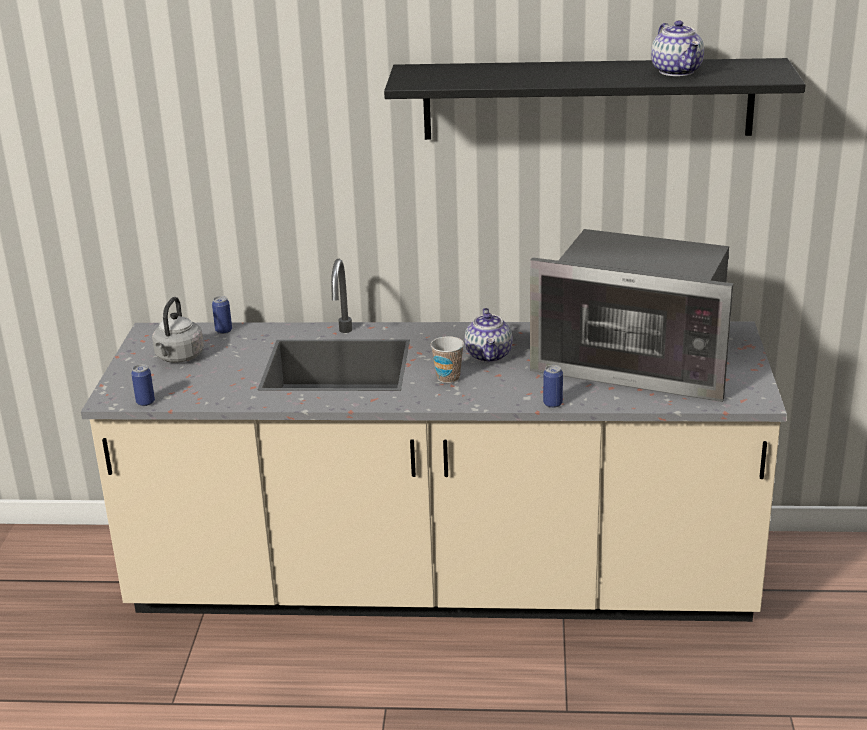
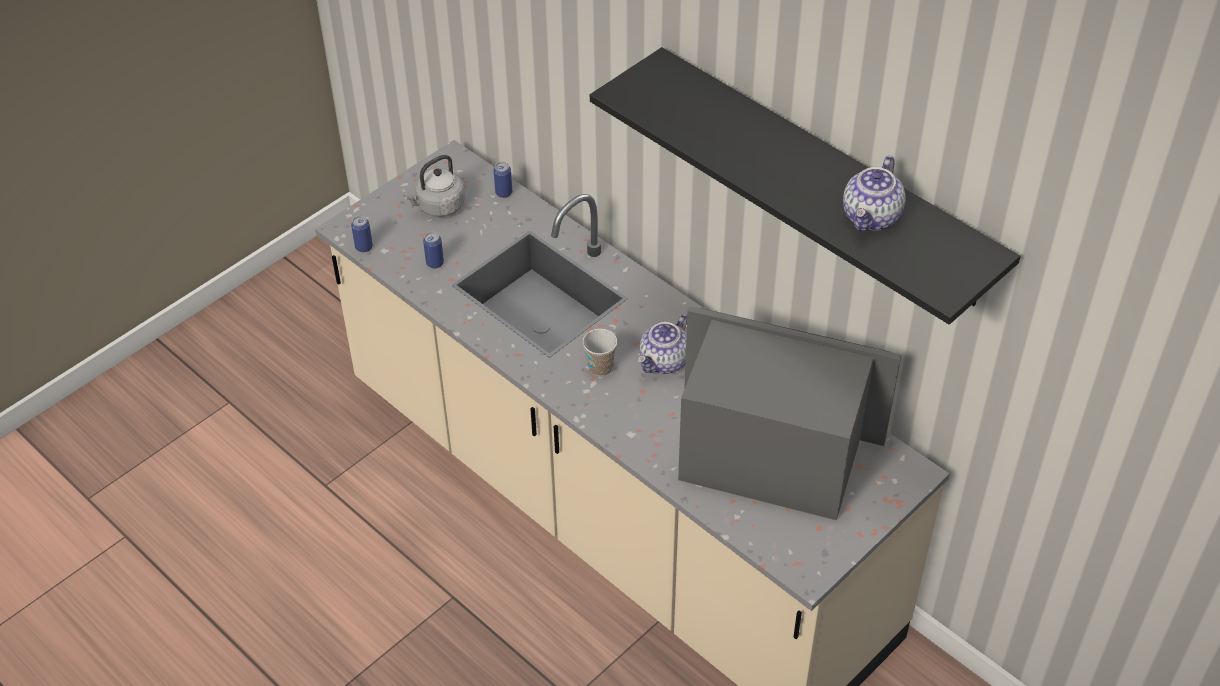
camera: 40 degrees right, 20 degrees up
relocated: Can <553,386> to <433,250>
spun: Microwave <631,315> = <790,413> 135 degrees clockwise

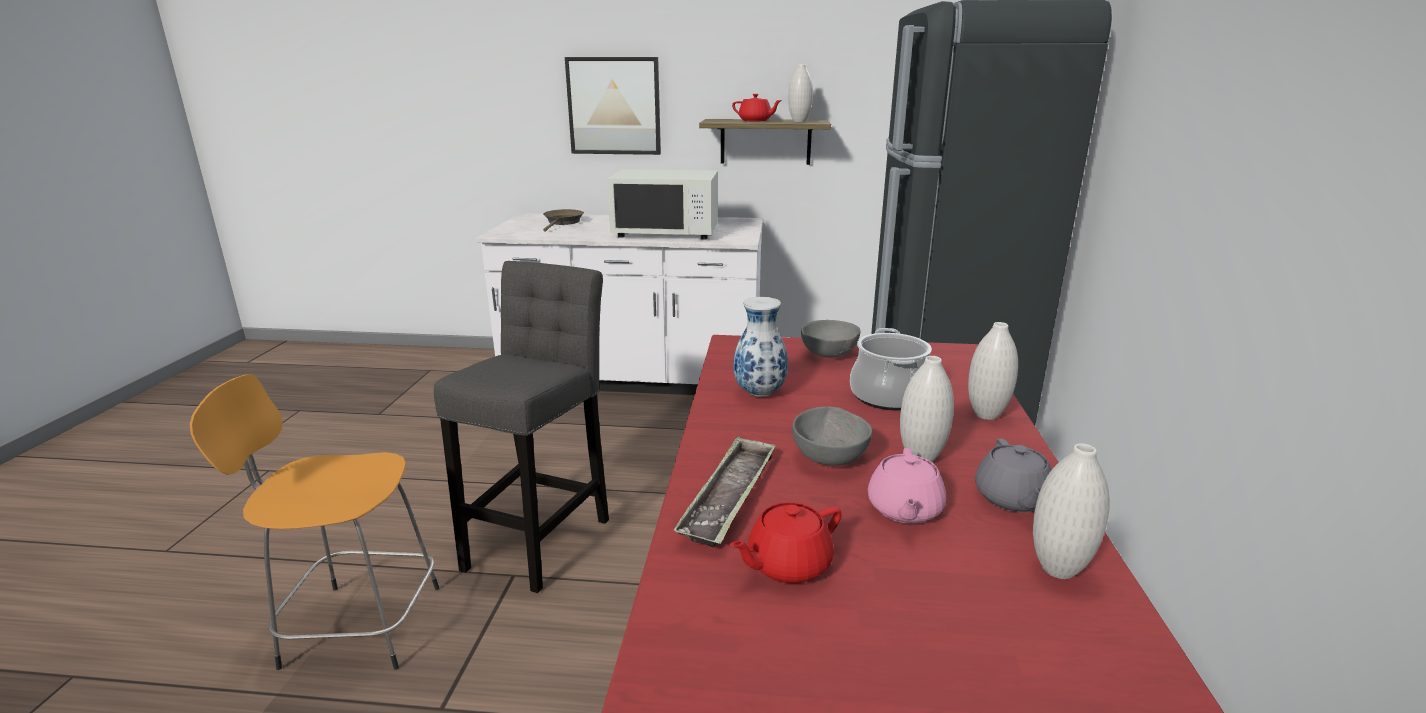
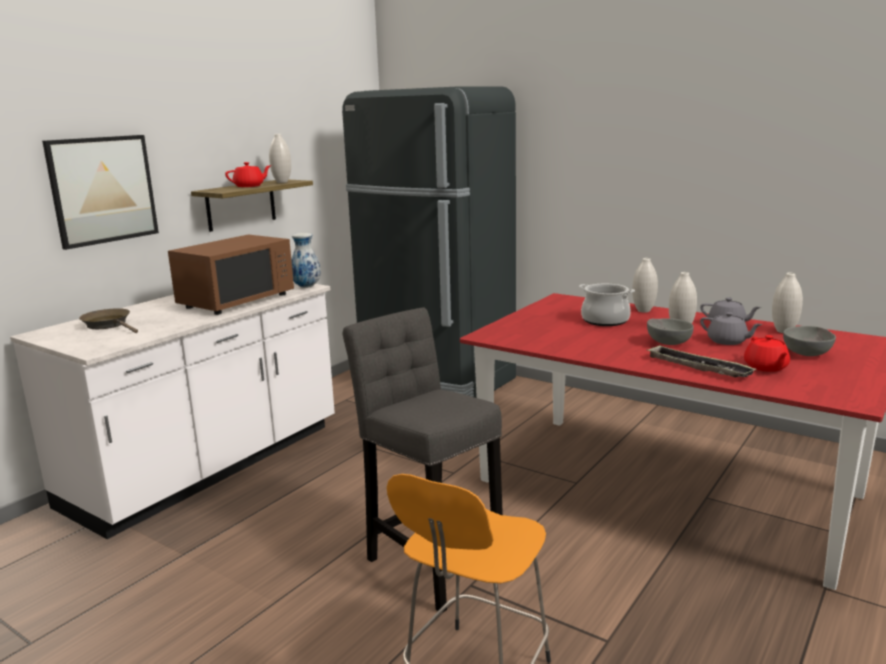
camera: 60 degrees left, 5 degrees down
relocated: Vase <760,347> to <306,260>; GreyBowl <831,338> to <809,341>
colour: WhiteMicrowave <662,204> to BrownMicrowave <231,275>; PinkTeapot <907,486> to GreyTeapot <731,328>

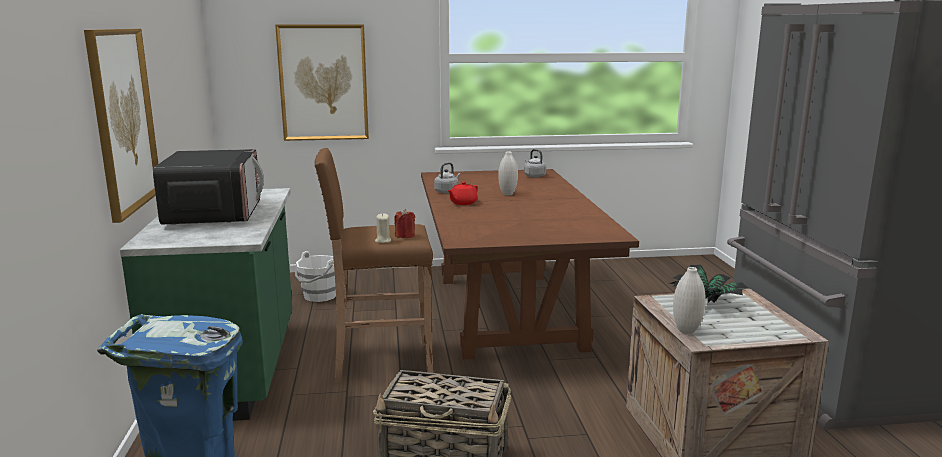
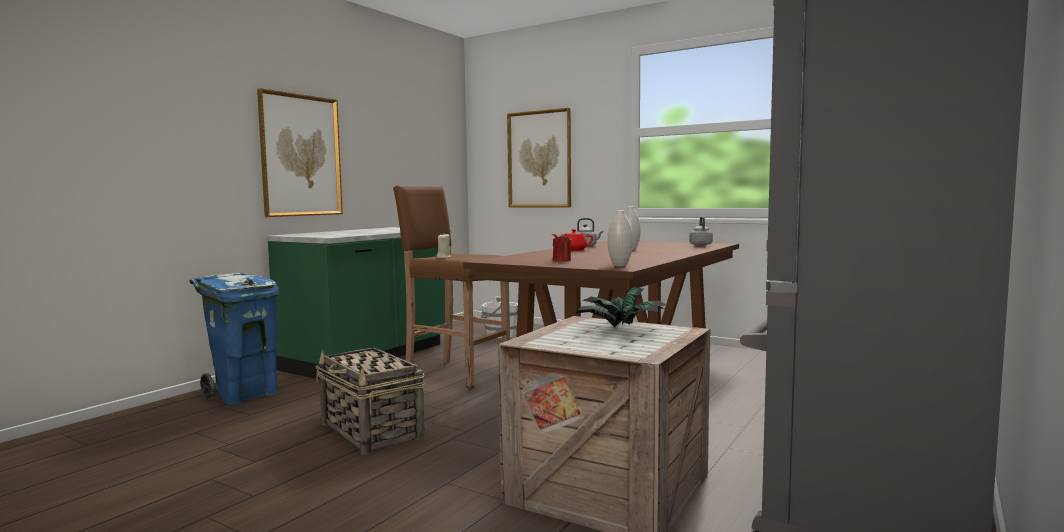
camera: 40 degrees right, 10 degrees down
missing: Microwave <208,187>
relocated: RedCandle <405,224> to <562,247>; WhiteVase <689,300> to <620,238>

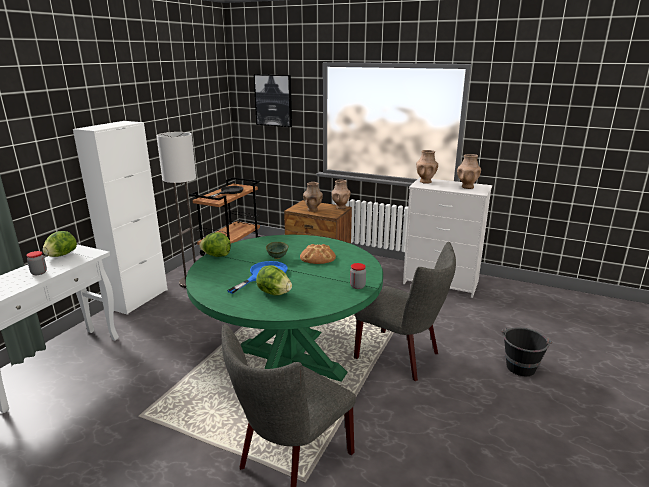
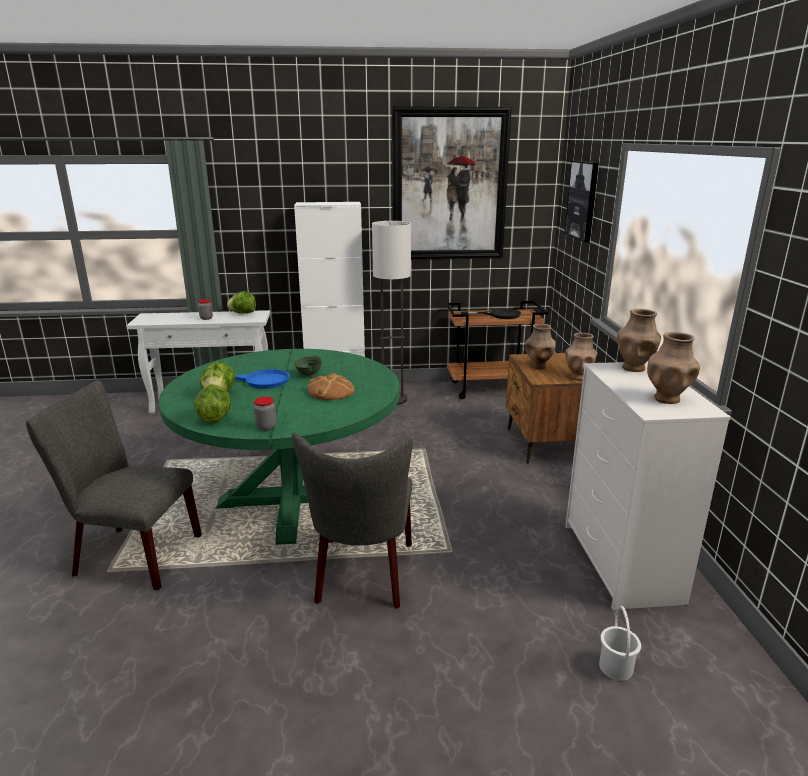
camera: 60 degrees right, 0 degrees up
missing: BlackBucket <526,351>
appeared: Picture <452,183>; WhiteBucket <620,643>
relocated: Lettuce <215,244> to <212,404>

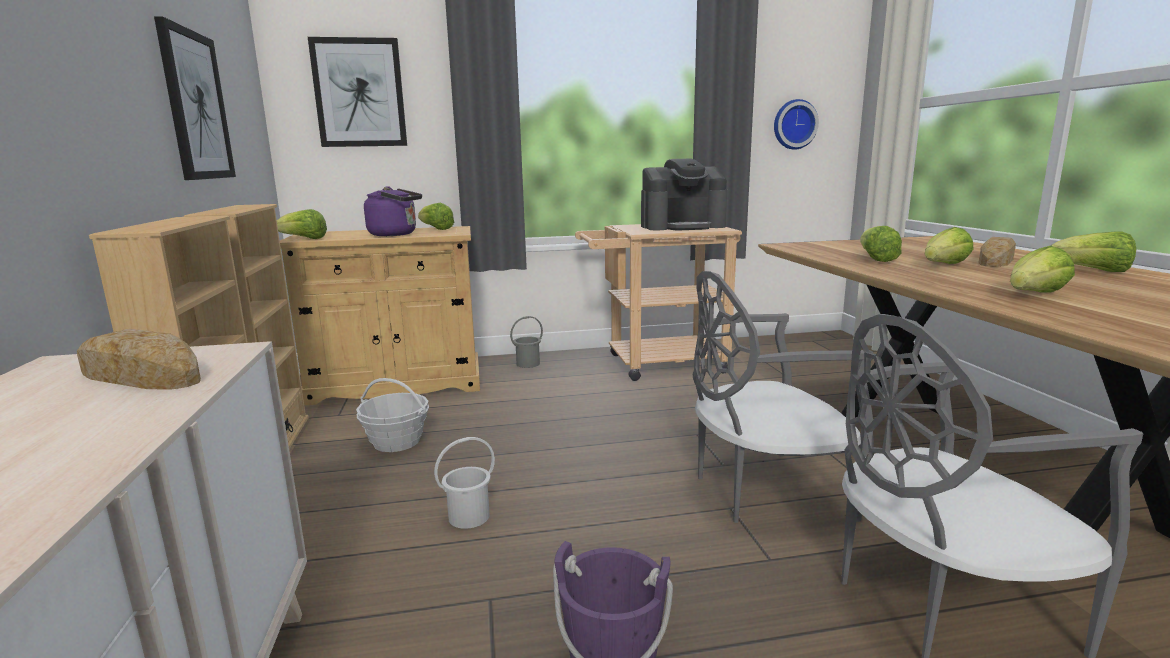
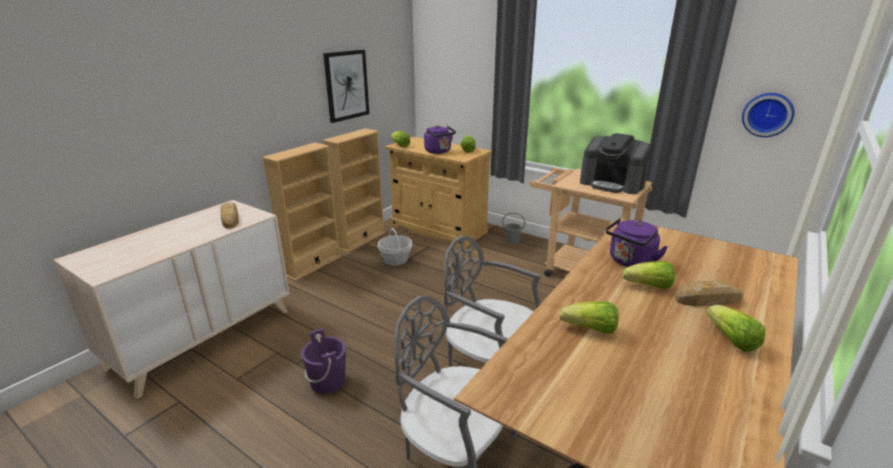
camera: 45 degrees right, 10 degrees up
missing: Picture <357,92>; WhiteBucket <464,483>
exchanged: Lettuce <881,244> to PurpleKettle <637,242>

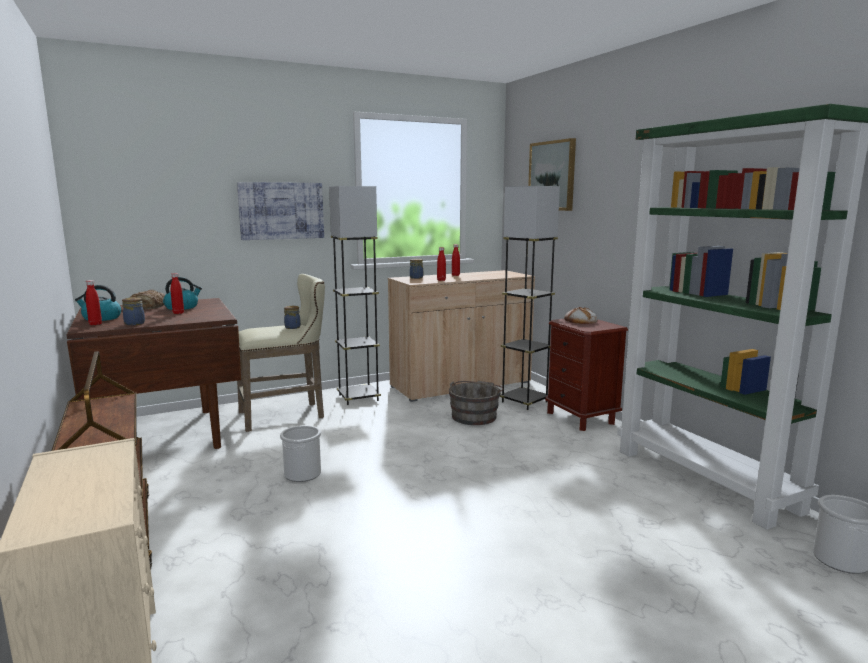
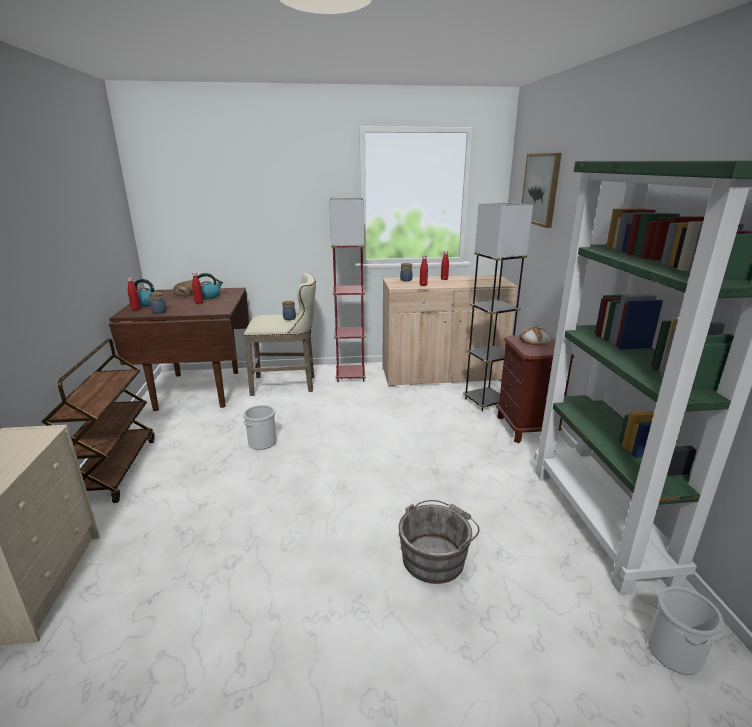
camera: 20 degrees right, 10 degrees up
missing: Picture <280,211>
relocated: GreyBucket <476,403> to <438,542>
colour: GreyFloorLamp <355,295> to RedFloorLamp <347,290>

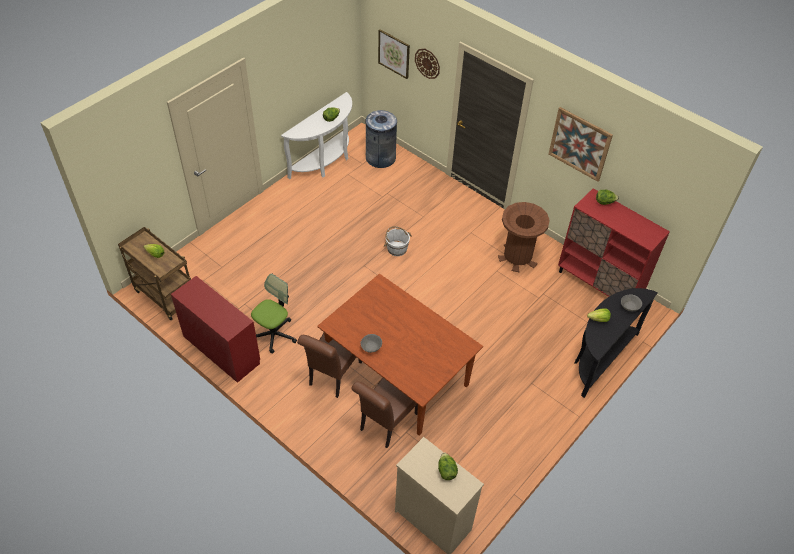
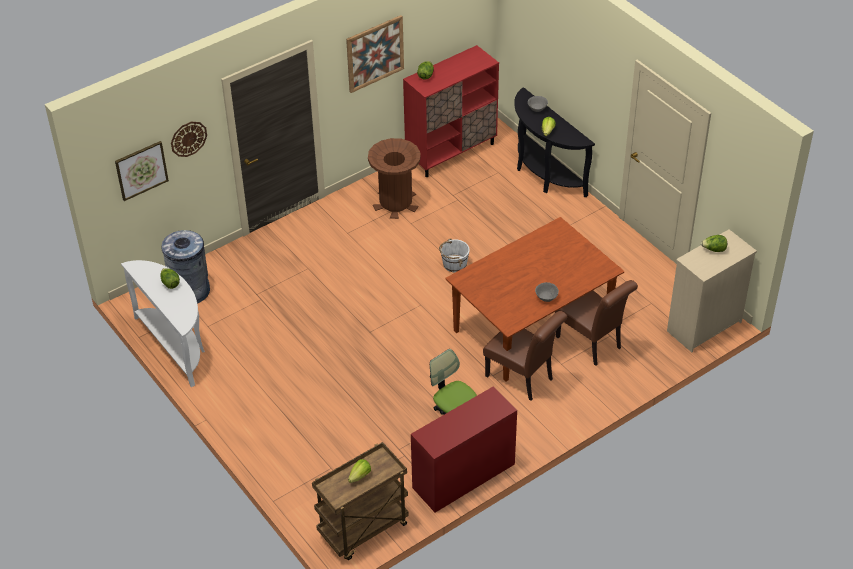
camera: 75 degrees left, 5 degrees down
relocated: WhiteBucket <398,241> to <454,255>

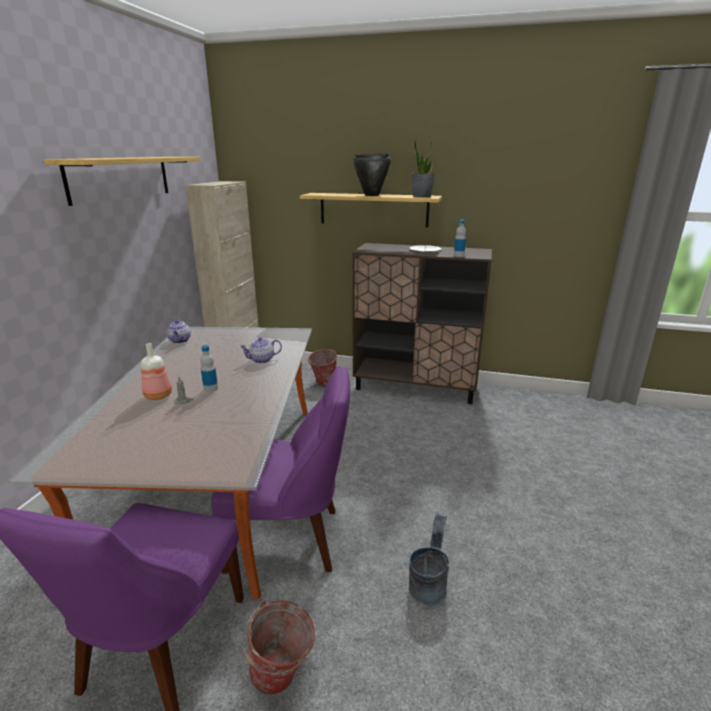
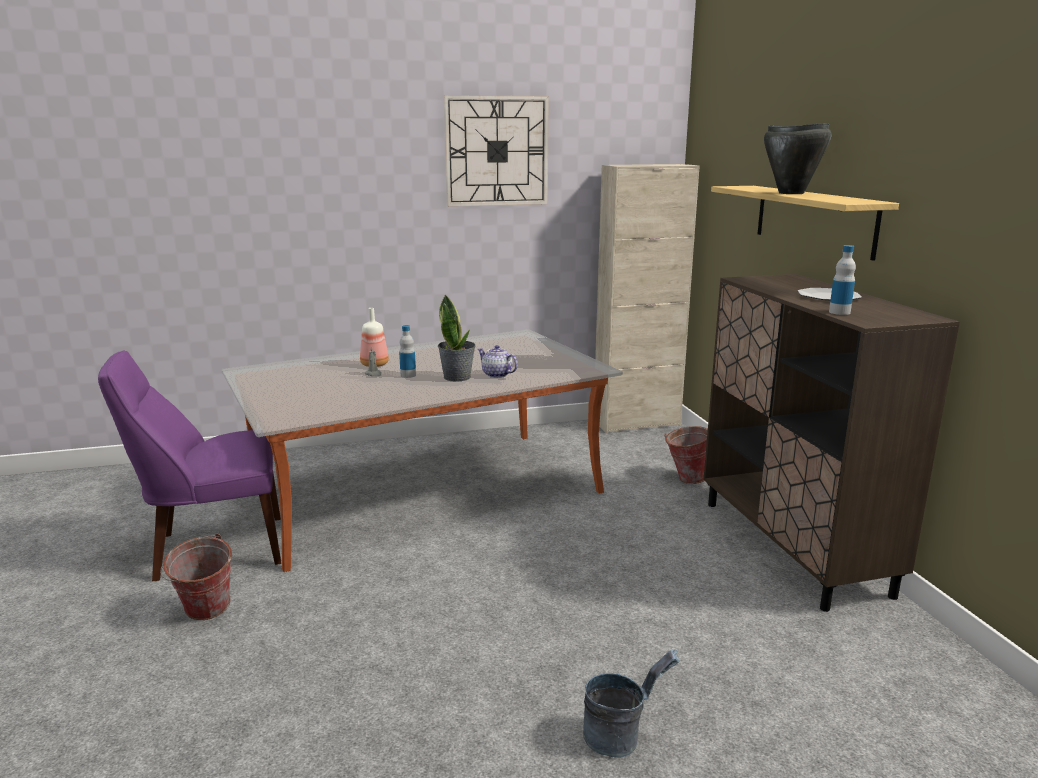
camera: 60 degrees right, 5 degrees down
missing: Teapot <178,331>; PurpleChair <280,470>
relocated: GreyBucket <429,558> to <631,704>; PottedPlant <423,168> to <457,338>
exchanged: Shelf <122,181> to WallClock <496,151>

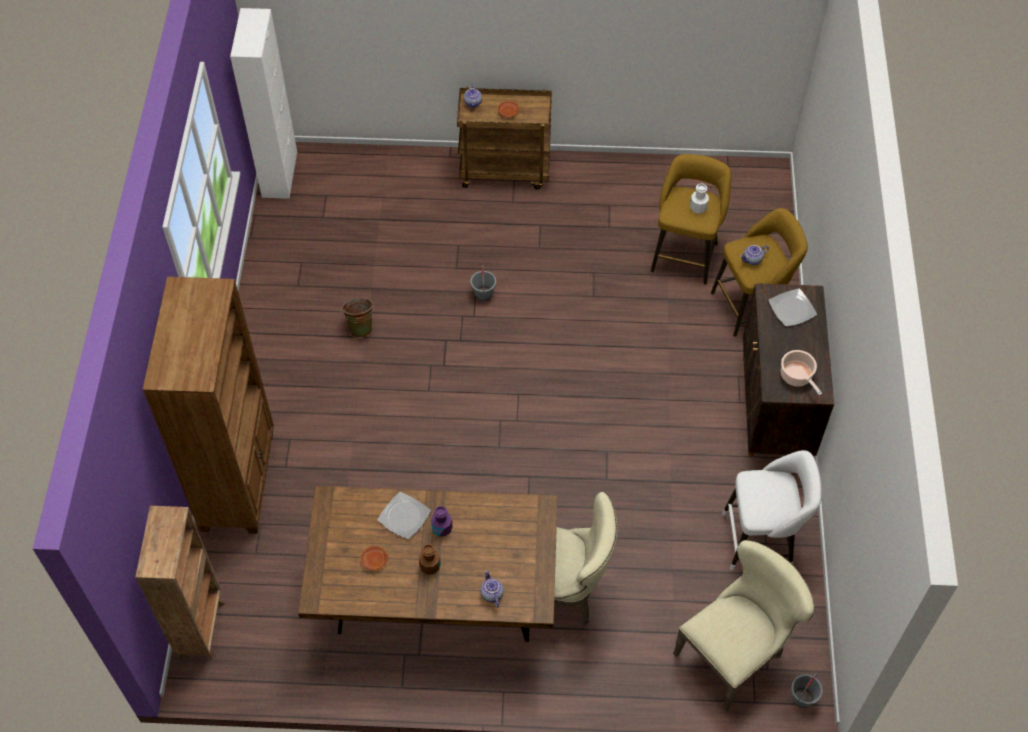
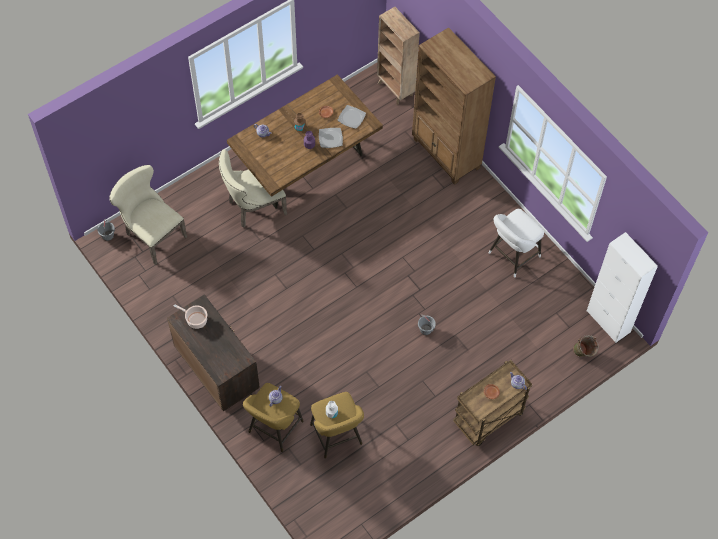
camera: 140 degrees right, 5 degrees up
relocated: GreenBucket <357,318> to <586,346>; WhiteStool <771,510> to <516,243>; Plate <792,307> to <352,117>
spun: BeigeChair <744,626> = <148,215> 120 degrees clockwise

